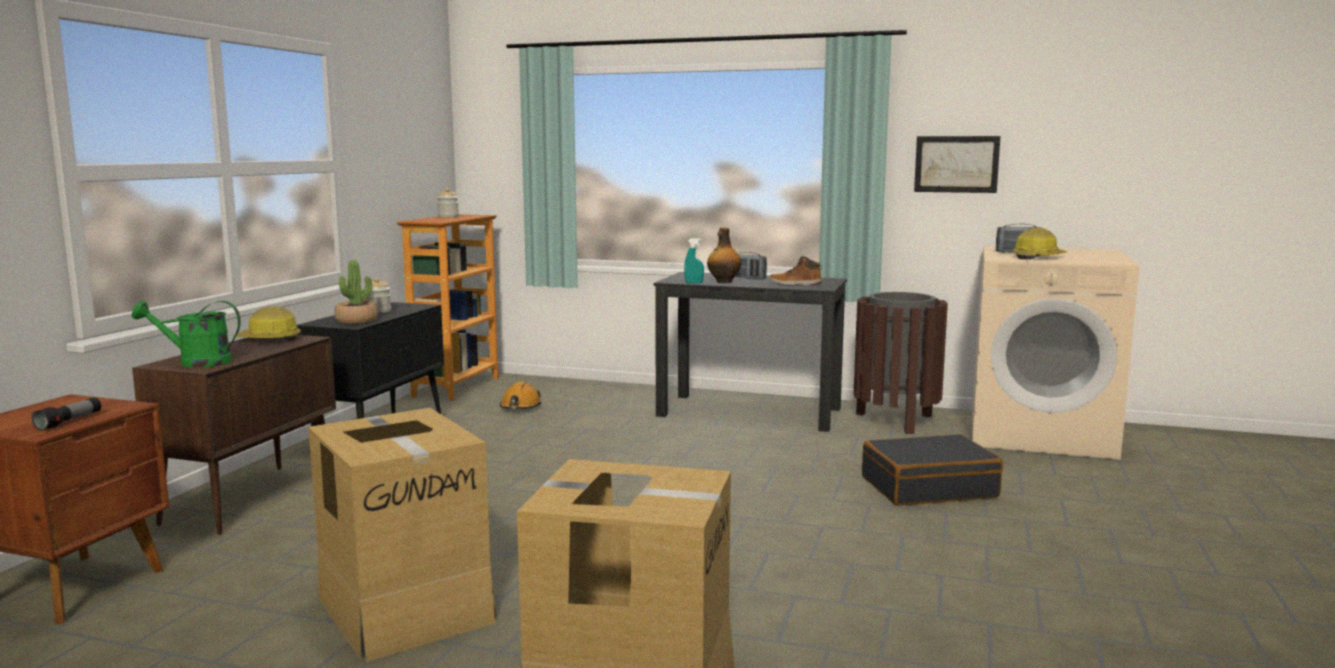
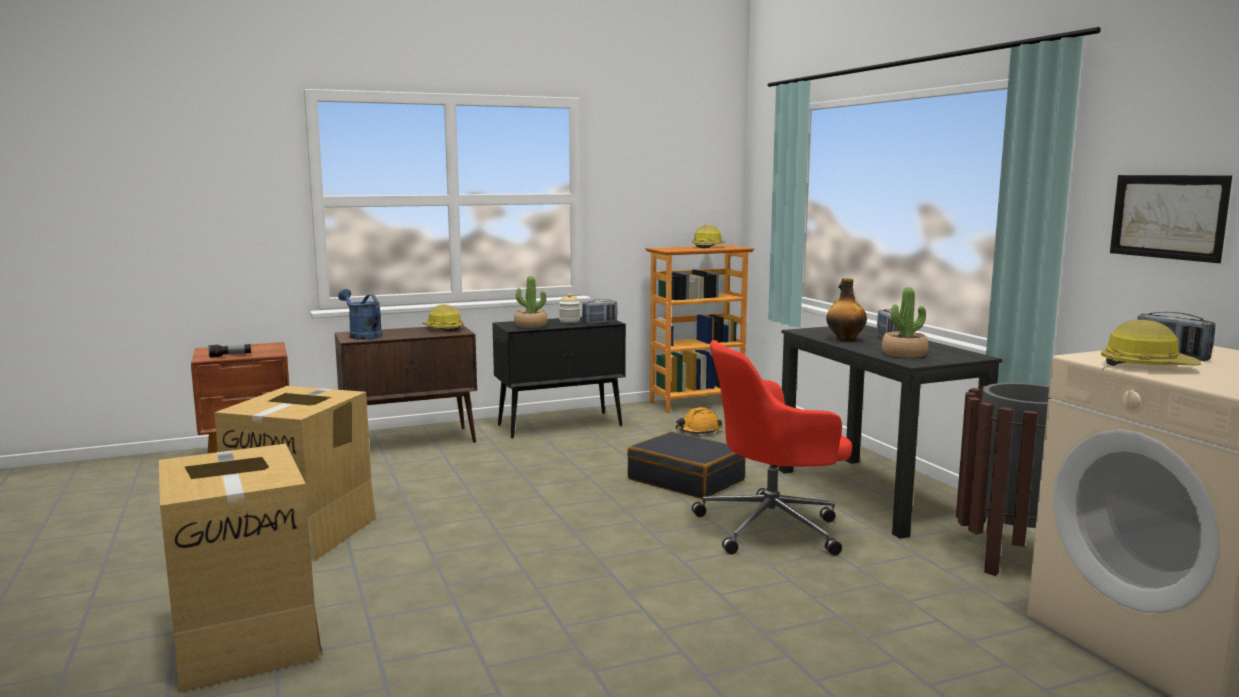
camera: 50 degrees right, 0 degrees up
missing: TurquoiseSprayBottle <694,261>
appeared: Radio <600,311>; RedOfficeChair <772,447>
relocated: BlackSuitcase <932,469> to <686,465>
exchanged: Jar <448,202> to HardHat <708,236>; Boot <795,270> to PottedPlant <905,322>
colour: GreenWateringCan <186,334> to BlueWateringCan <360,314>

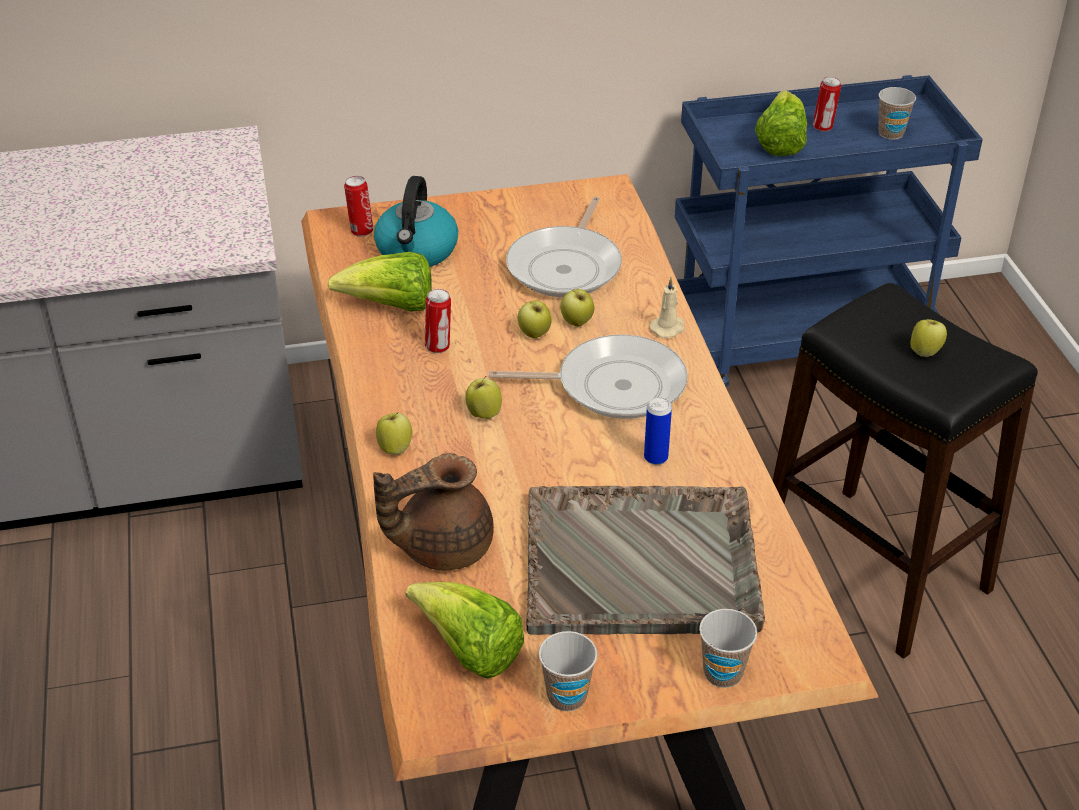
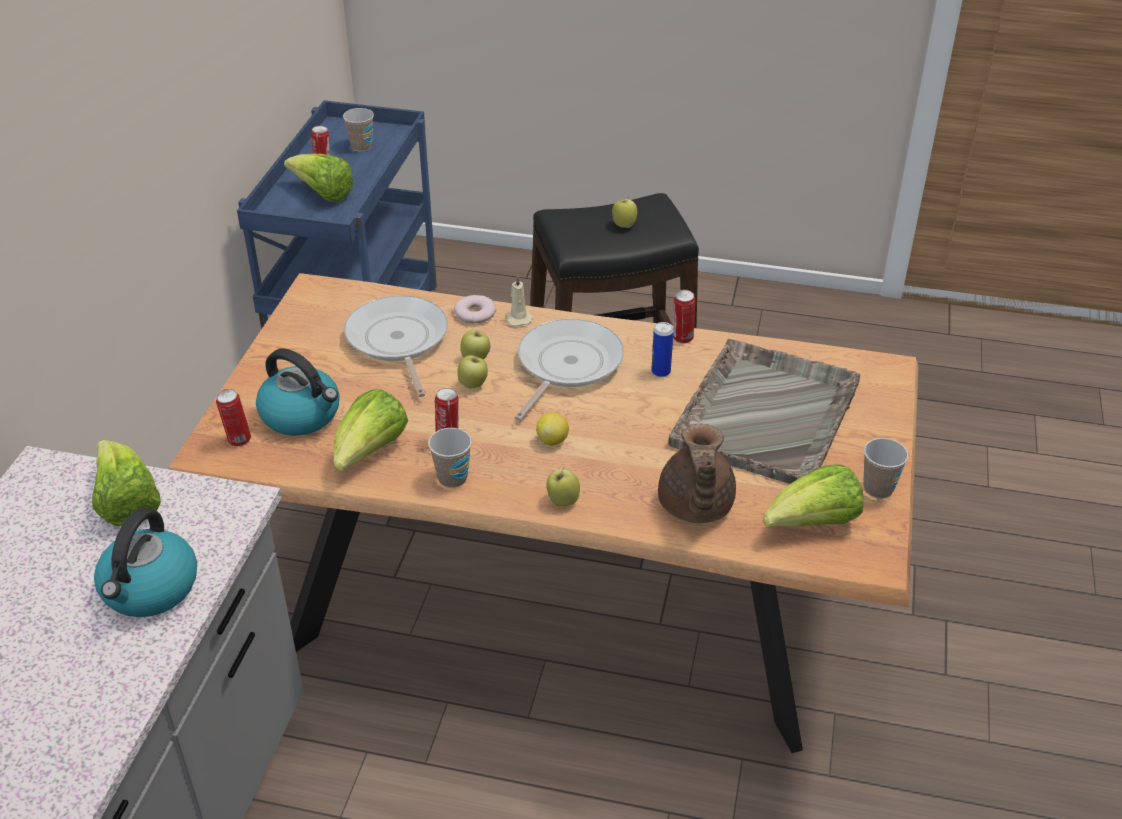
camera: 65 degrees left, 0 degrees up
appeared: Lettuce <126,483>; Kettle <145,562>; Donut <475,309>; Can <684,317>
relocated: Cup <728,648> to <450,458>
exchanged: Apple <484,397> to Lemon <552,429>
spun: FryingPan <564,246> = <396,346> 150 degrees counterclockwise

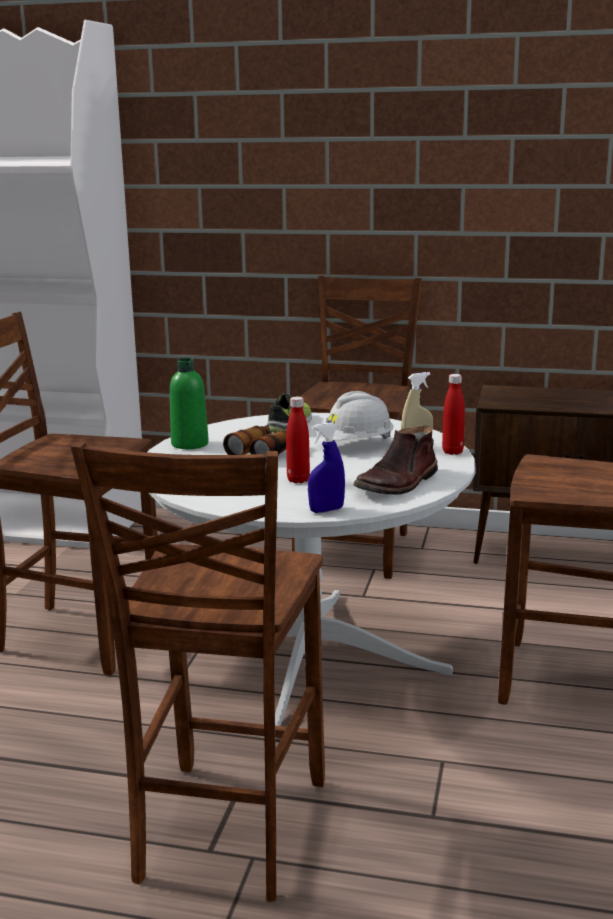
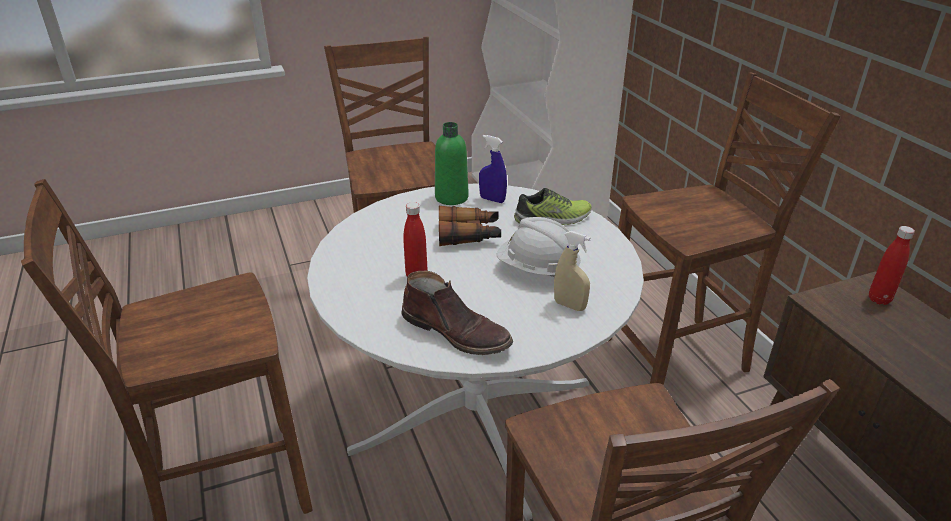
camera: 55 degrees right, 15 degrees up
relocated: BlueSprayBottle <326,468> to <493,169>; RedBottle <453,414> to <892,265>
spun: BrownBoot <395,460> = <457,313> 150 degrees counterclockwise

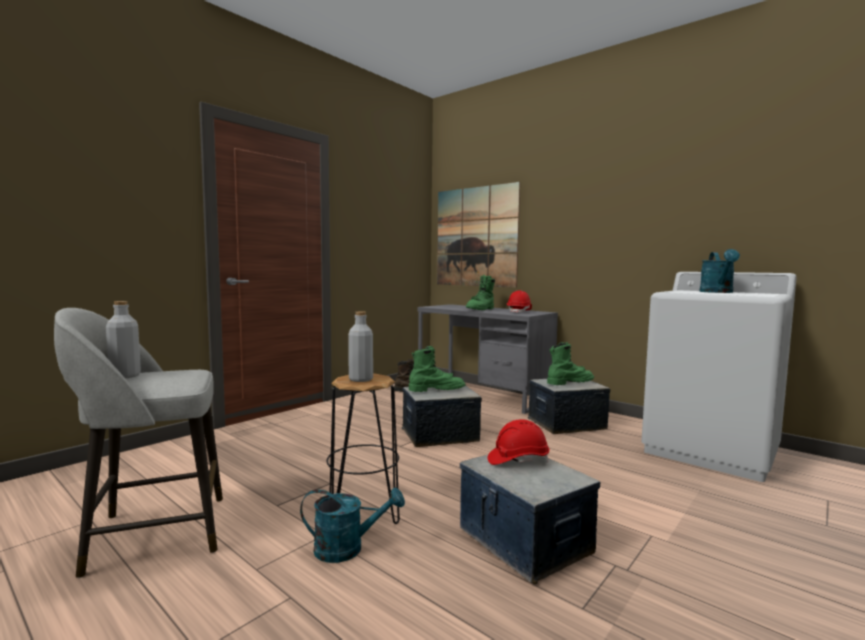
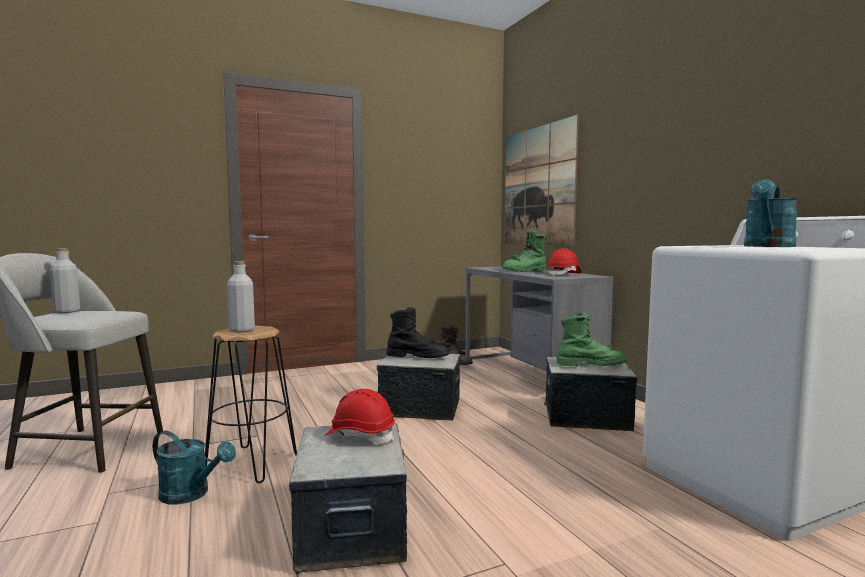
camera: 25 degrees right, 0 degrees up
colour: GreenBoot <437,369> to BlackBoot <417,332>

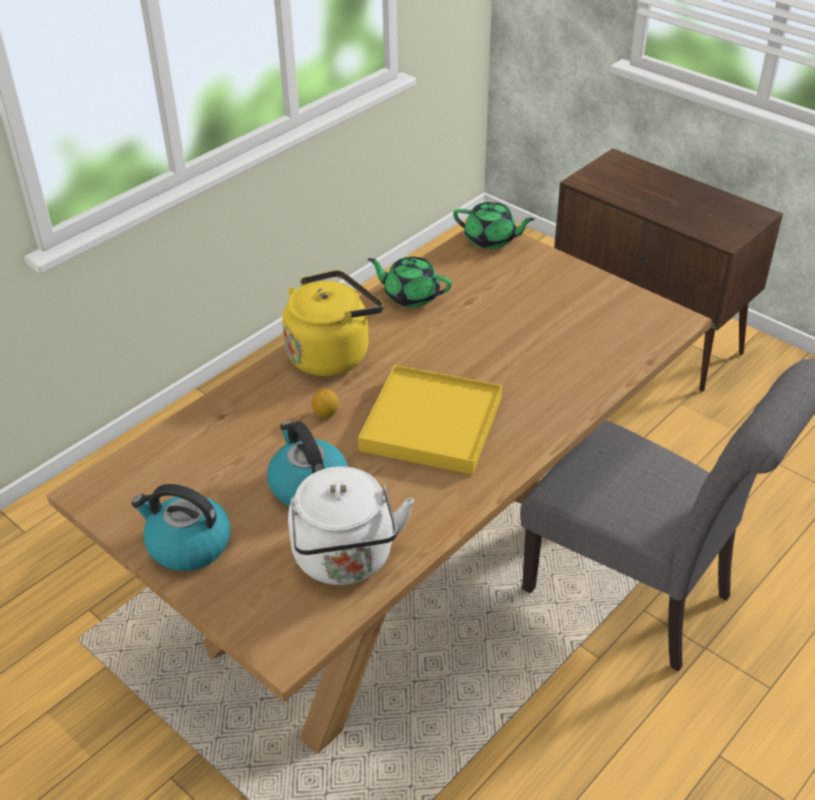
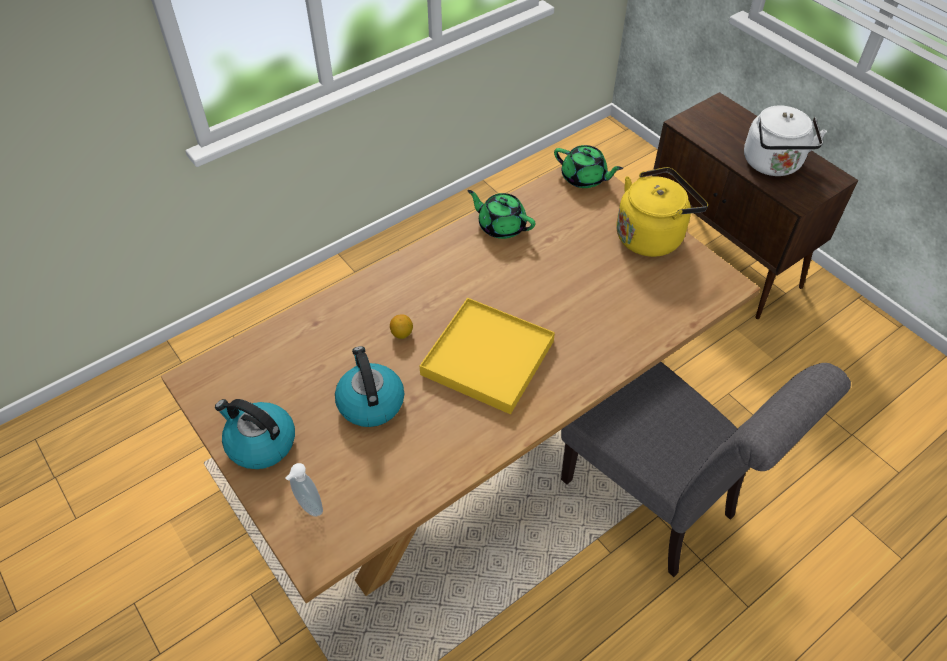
camera: 10 degrees right, 10 degrees up
appeared: SoapDispenser <304,490>
relocated: YellowKettle <333,323> to <662,212>; WhiteKettle <351,525> to <785,141>

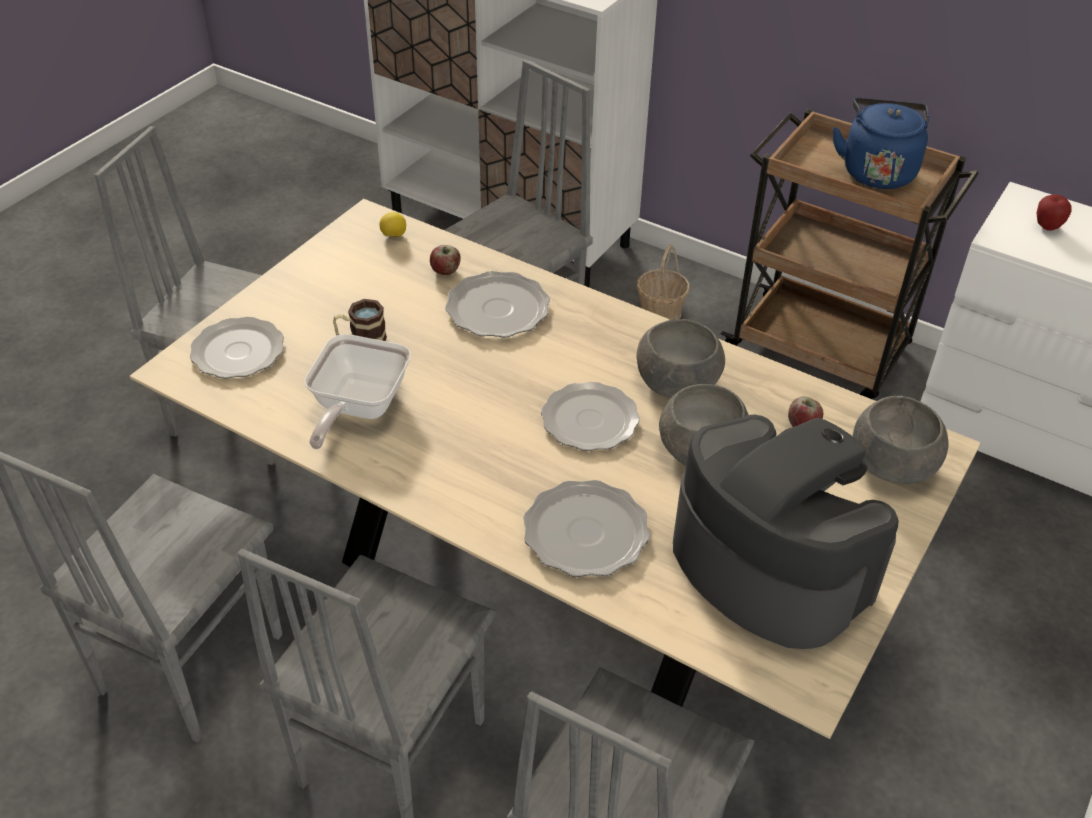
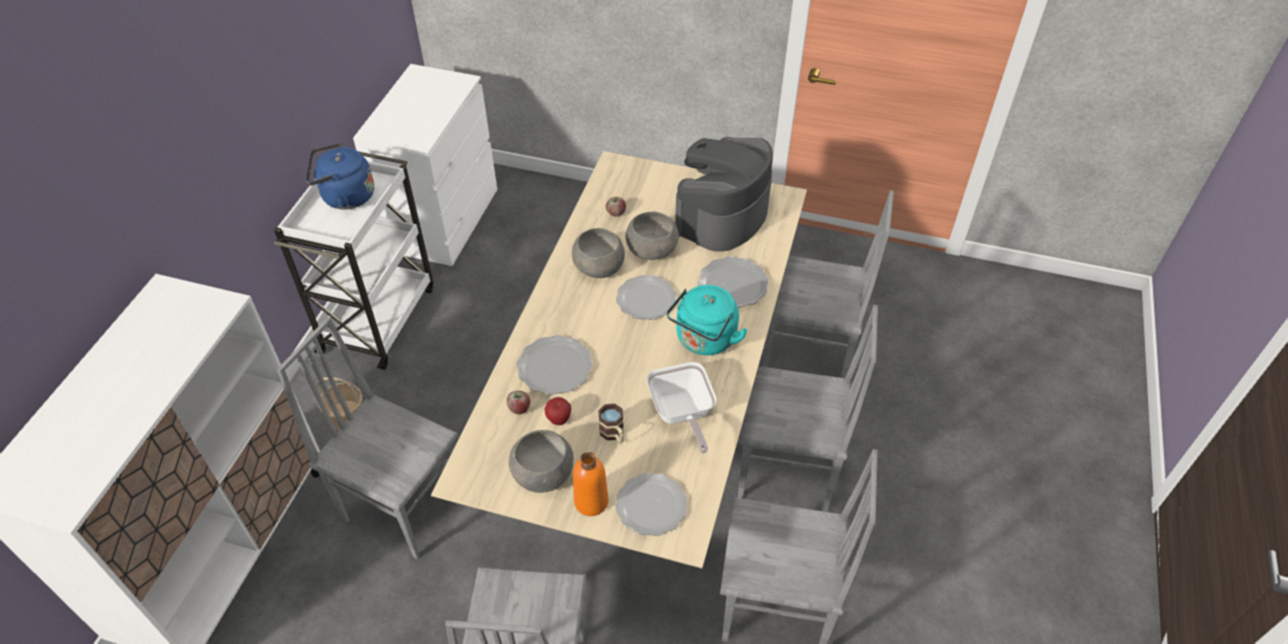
camera: 105 degrees left, 5 degrees up
missing: Lemon <392,224>
appeared: OrangeBottle <590,484>; TurquoiseKettle <707,320>
relocated: GreyBowl <900,440> to <540,461>; Apple <1054,212> to <557,411>
colour: BrownCart <849,254> to WhiteCart <353,260>
spun: FryingPan <357,391> = <681,408> 75 degrees clockwise

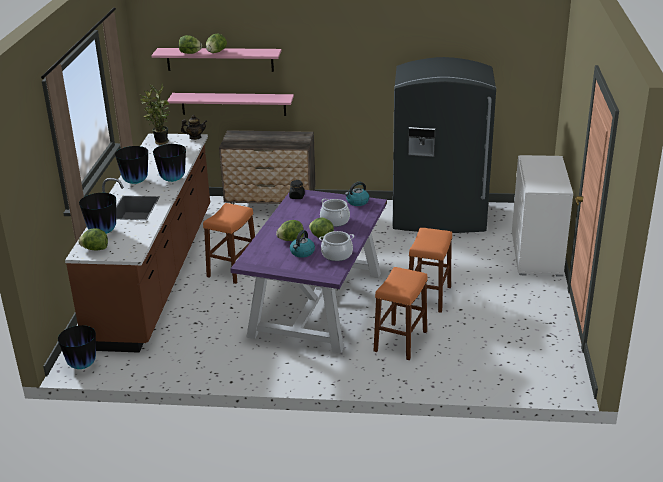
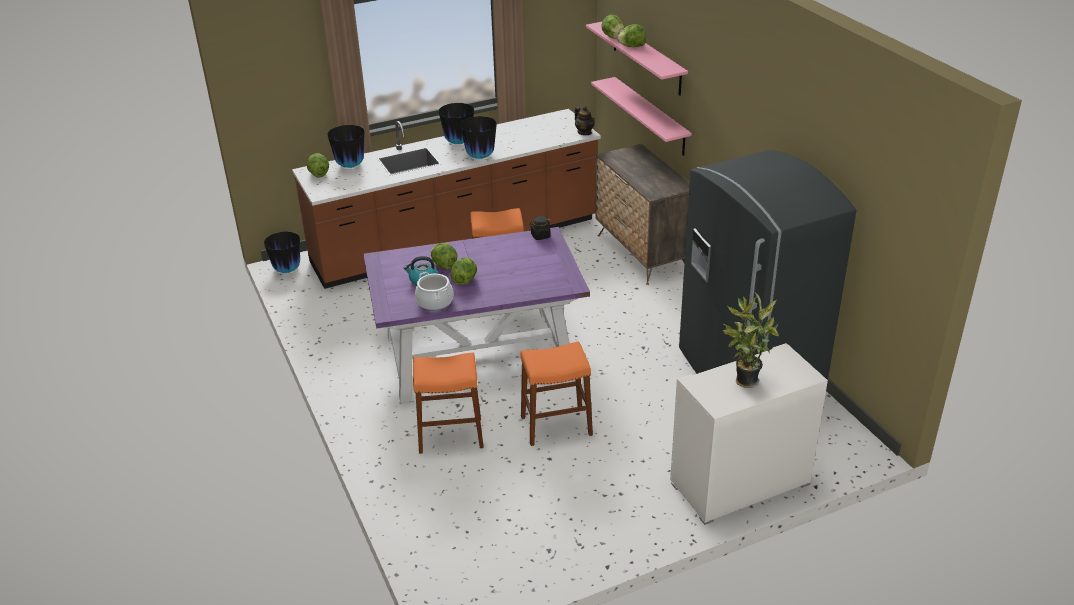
camera: 60 degrees right, 5 degrees up
missing: CookingPot <335,212>; Kettle <357,194>
relocated: PottedPlant <155,114> to <751,340>

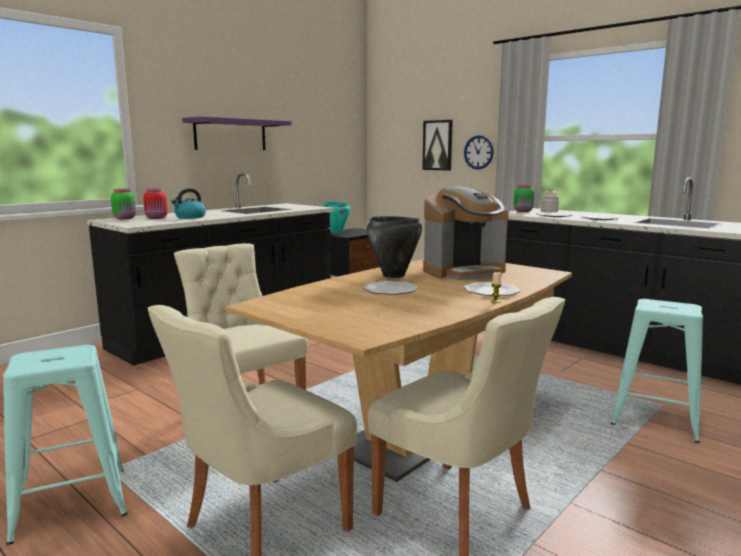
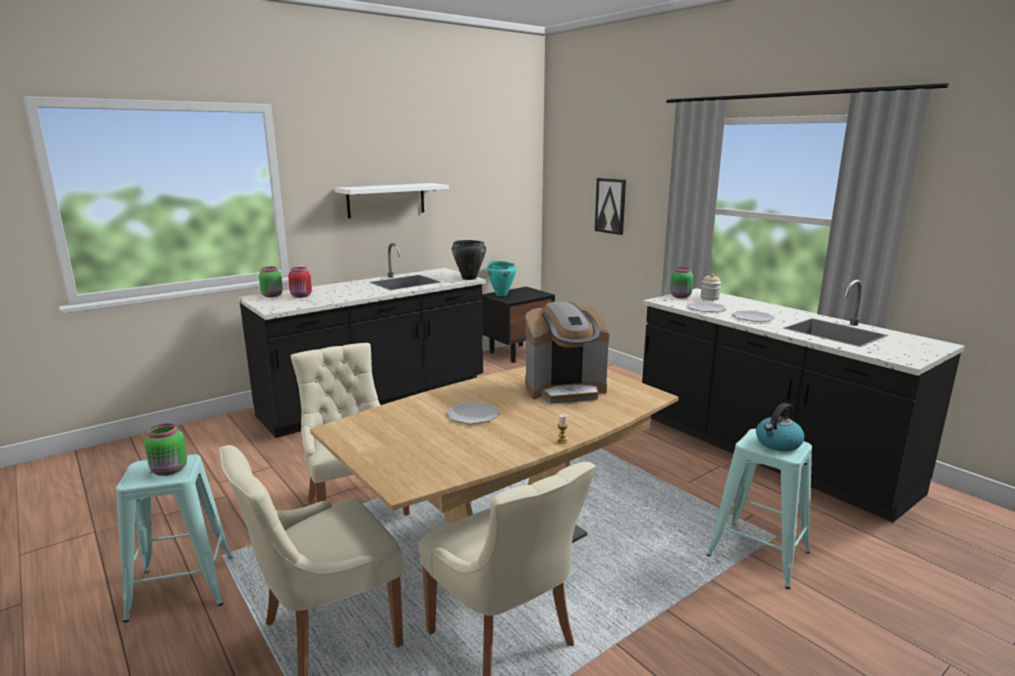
camera: 10 degrees right, 5 degrees up
missing: WallClock <479,152>; Plate <492,289>
appeared: GreenJar <165,449>
relocated: Kettle <188,203> to <780,427>; BlackCookingPot <394,247> to <469,260>
colour: PurpleShelf <237,133> to WhiteShelf <392,200>

